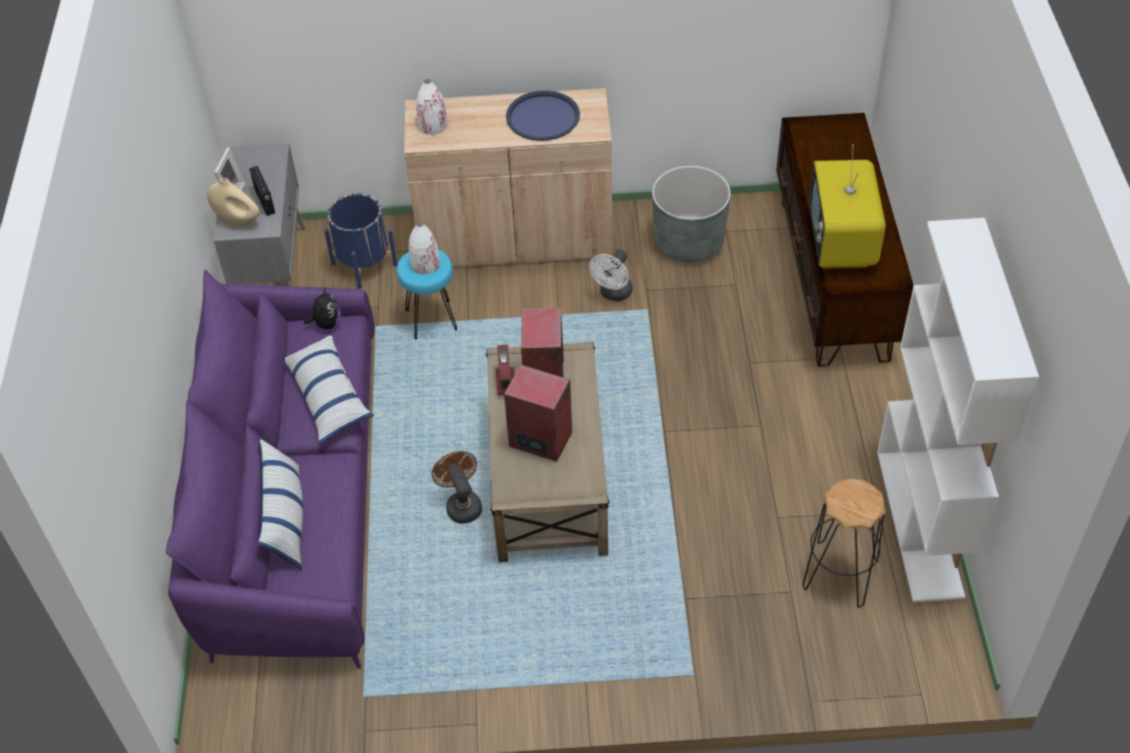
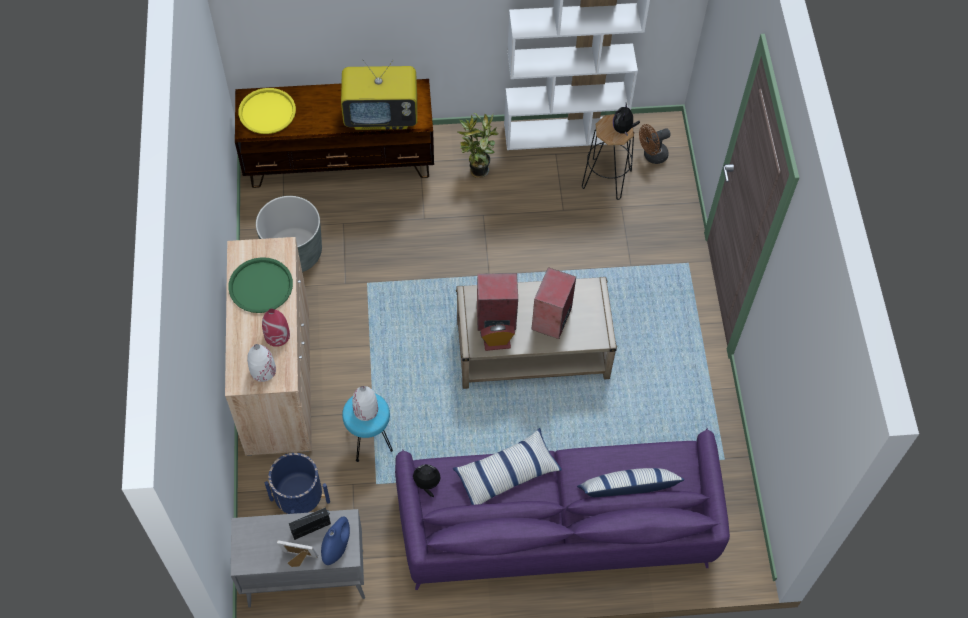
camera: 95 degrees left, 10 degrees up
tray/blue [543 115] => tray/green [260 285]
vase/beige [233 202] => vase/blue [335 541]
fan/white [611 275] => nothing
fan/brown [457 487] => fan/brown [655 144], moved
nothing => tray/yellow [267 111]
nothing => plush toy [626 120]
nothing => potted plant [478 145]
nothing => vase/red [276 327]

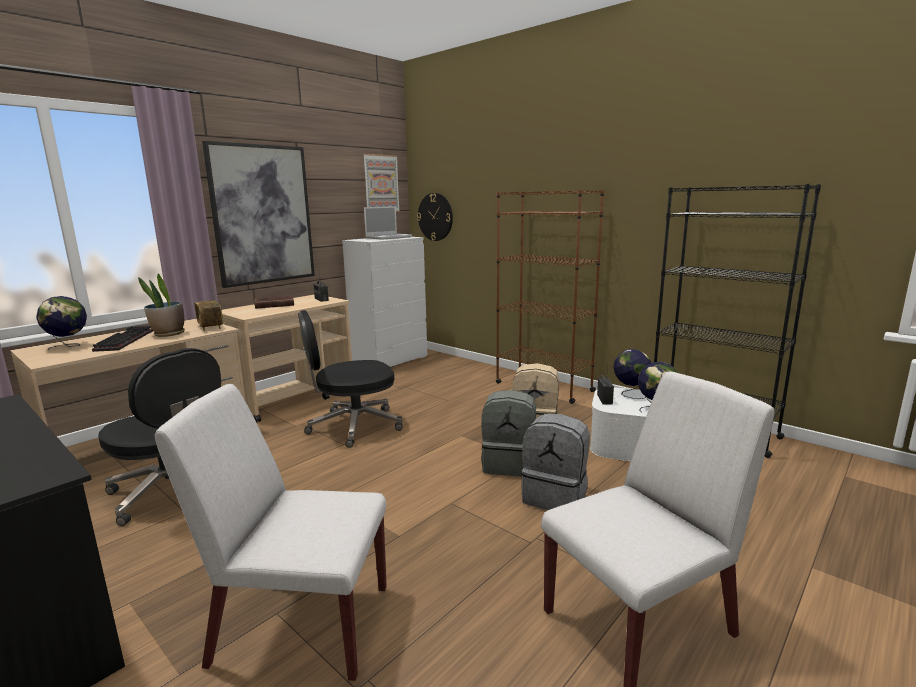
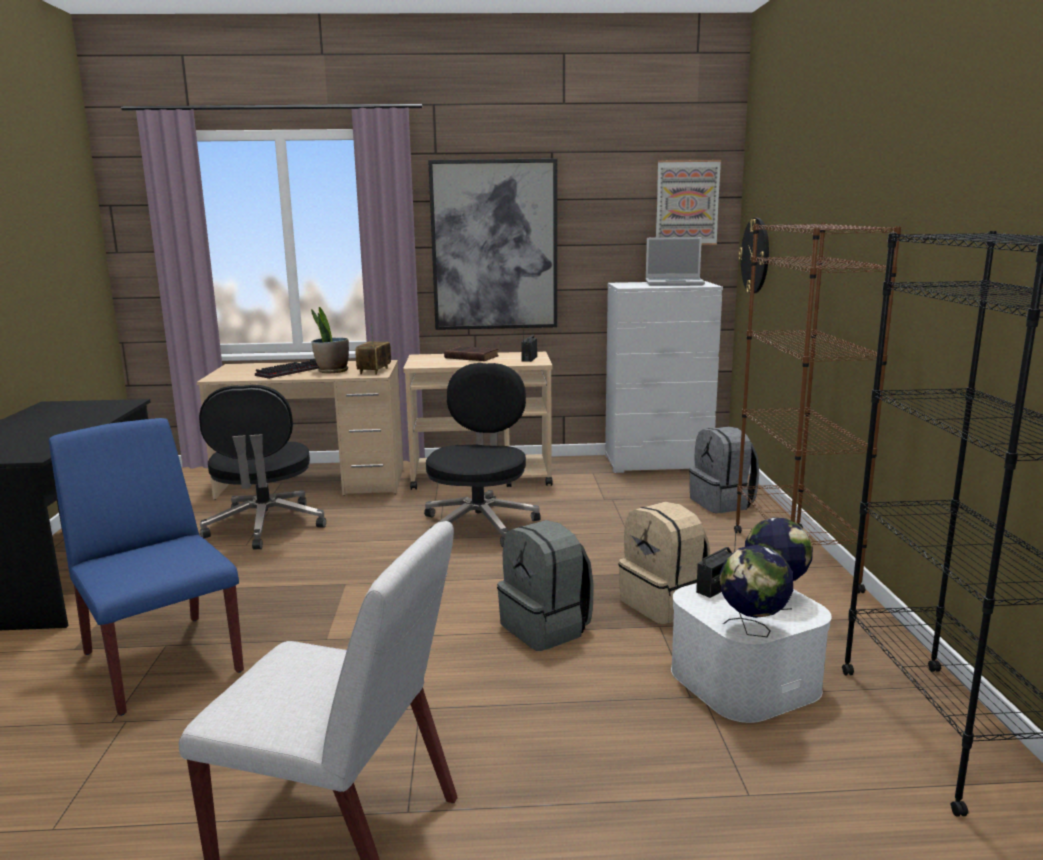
camera: 45 degrees right, 0 degrees up
globe [61 323] => nothing
office chair/black [350 379] => office chair/black [482 455], 75 degrees clockwise
chair/white [271 532] => chair/blue [146 567]
backpack/grey [555 462] => backpack/grey [724 470], moved

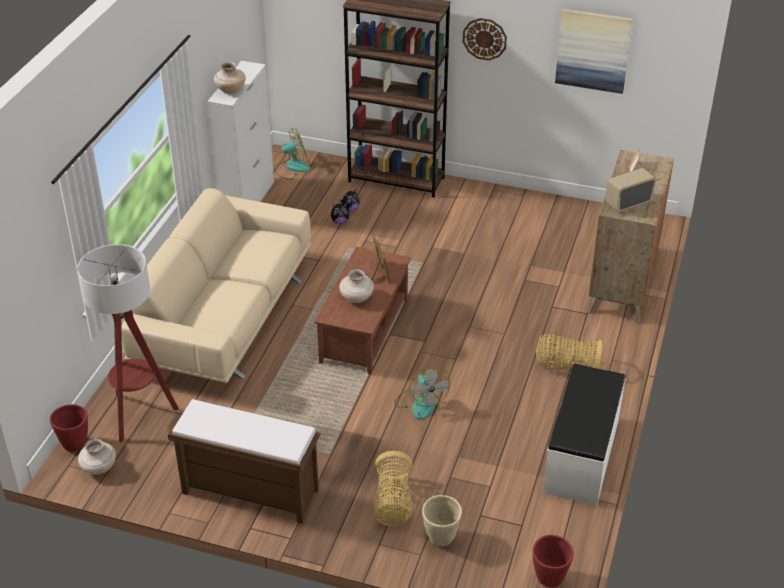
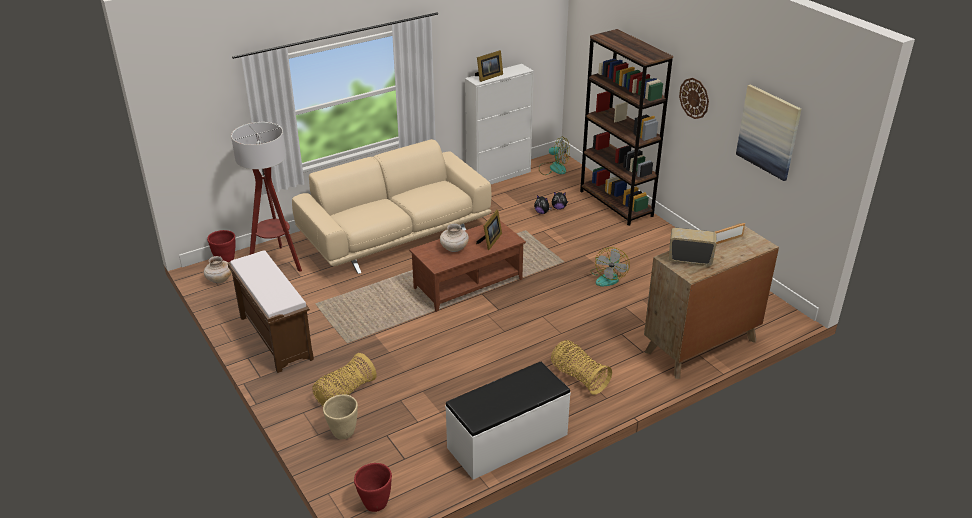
camera: 40 degrees right, 5 degrees down
vase/beige [230 78] => picture frame [489 66]
fan [422 393] => fan [610 266], moved

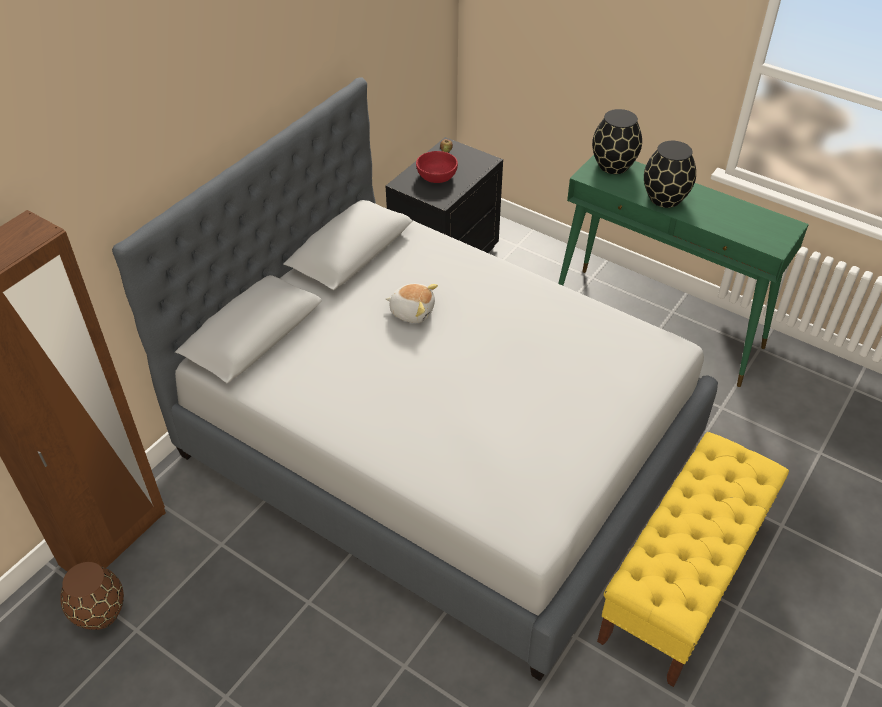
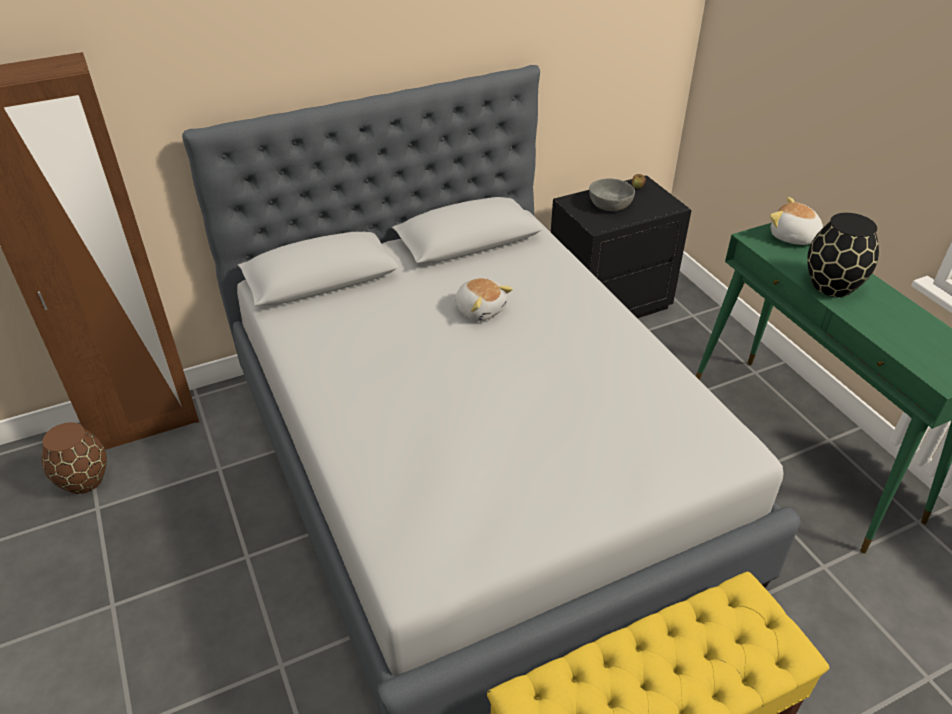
camera: 30 degrees right, 5 degrees down
vase/black [617 141] => plush toy [796 221]
bowl/red [437 167] => bowl/grey [612 194]

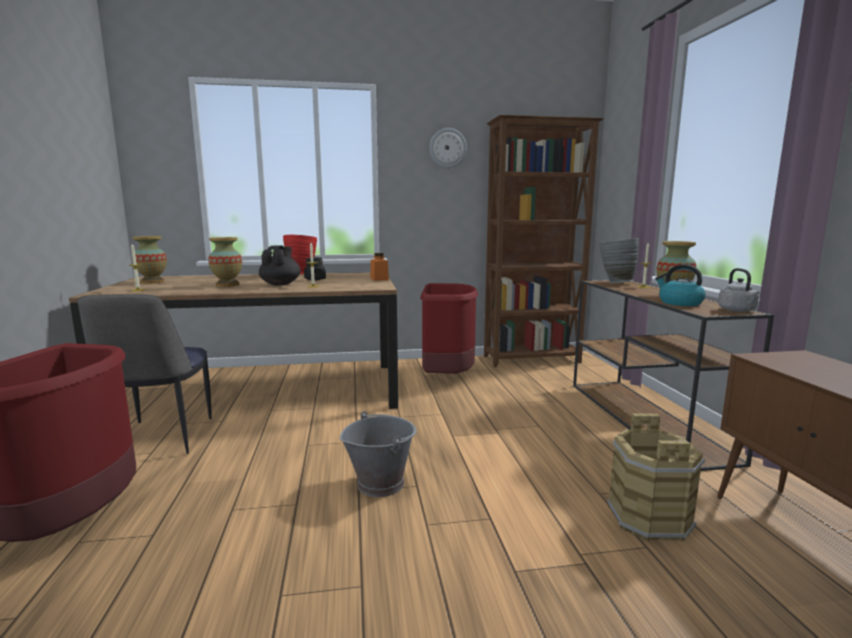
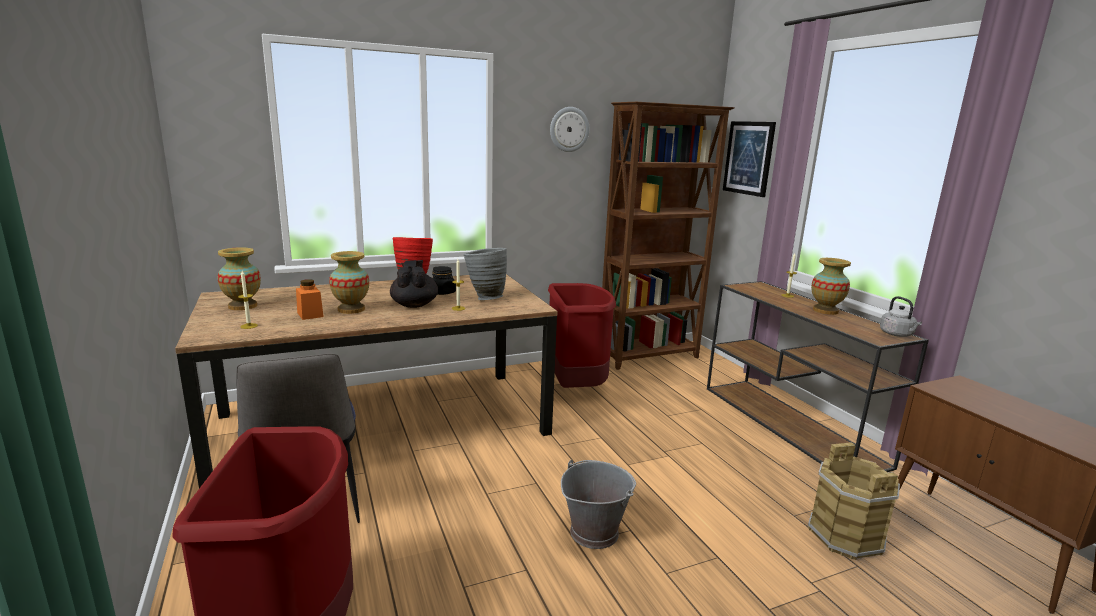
camera: 15 degrees left, 5 degrees up
vase/grey [619 260] => vase/grey [485 274], moved
jar/orange [379 267] => jar/orange [310 299], moved
kettle [680 285] => nothing
nothing => picture [749 159]

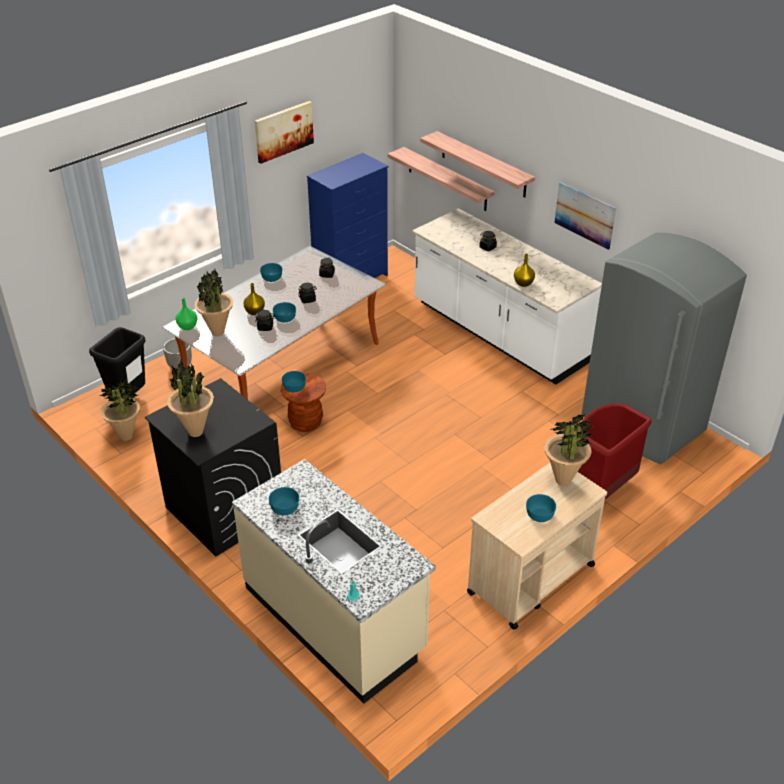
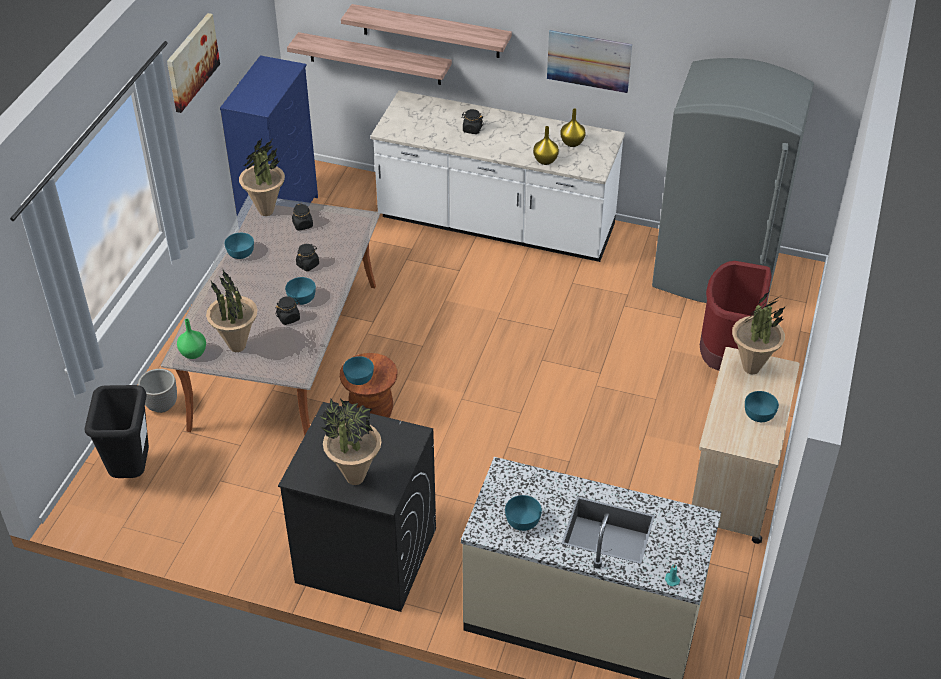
camera: 30 degrees left, 5 degrees up
vase/yellow [254 299] => vase/yellow [573 127], moved
potted plant [120 409] => potted plant [262 177], moved

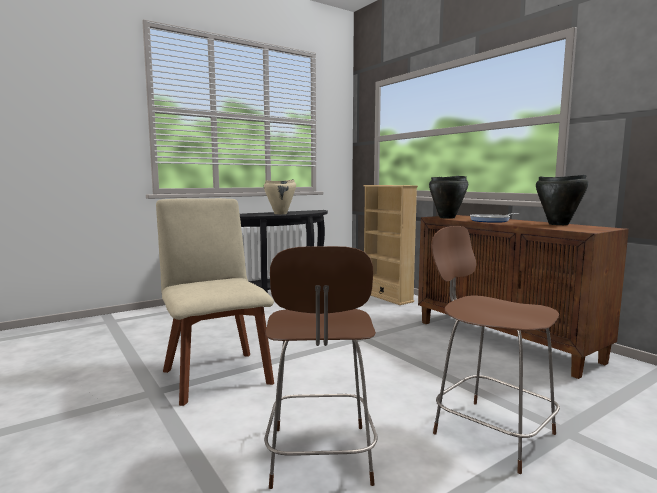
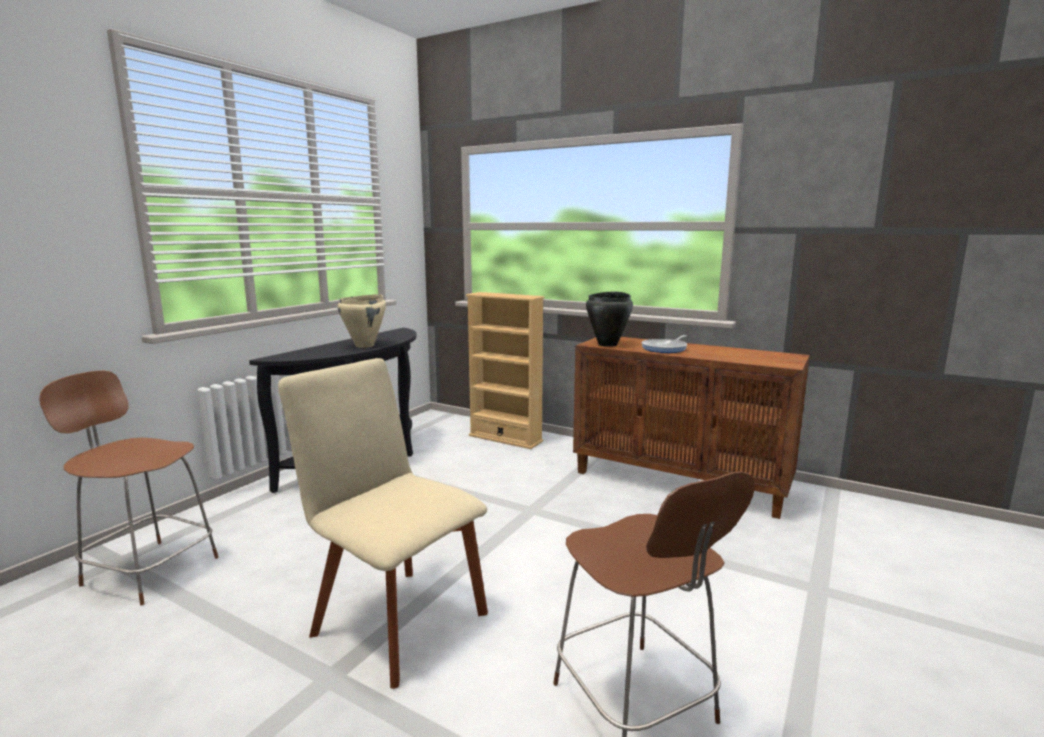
camera: 25 degrees left, 5 degrees up
cooking pot/black [562 200] => nothing
chair/brown [495 350] => chair/brown [129 488], moved

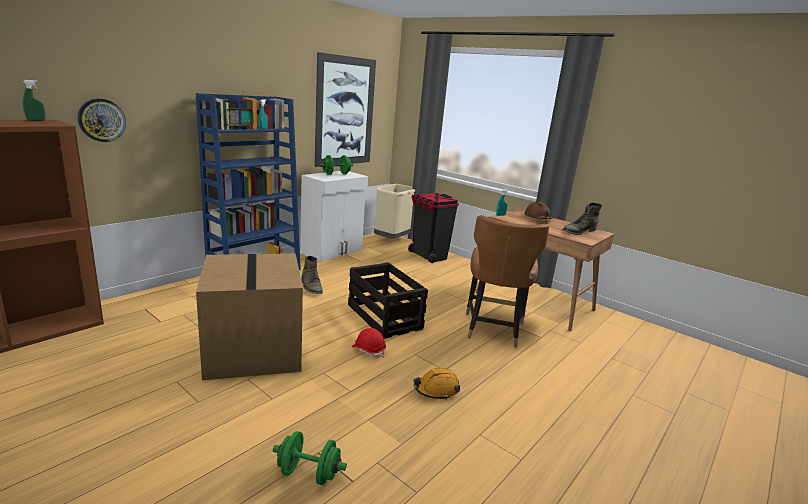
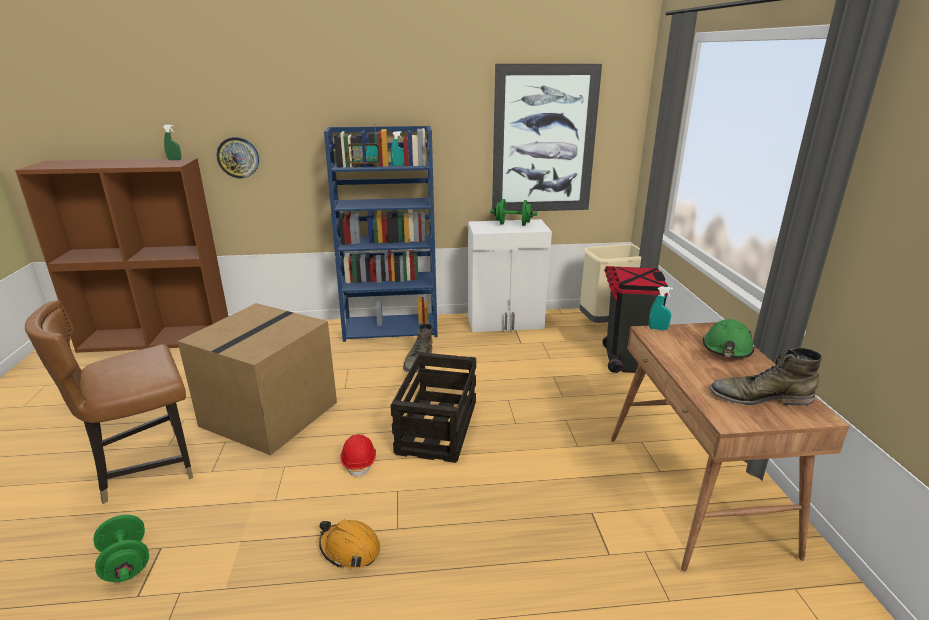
camera: 45 degrees right, 5 degrees up
hard hat/brown [538 210] => hard hat/green [729 338]
chair/brown [507 281] => chair/brown [109 402], moved

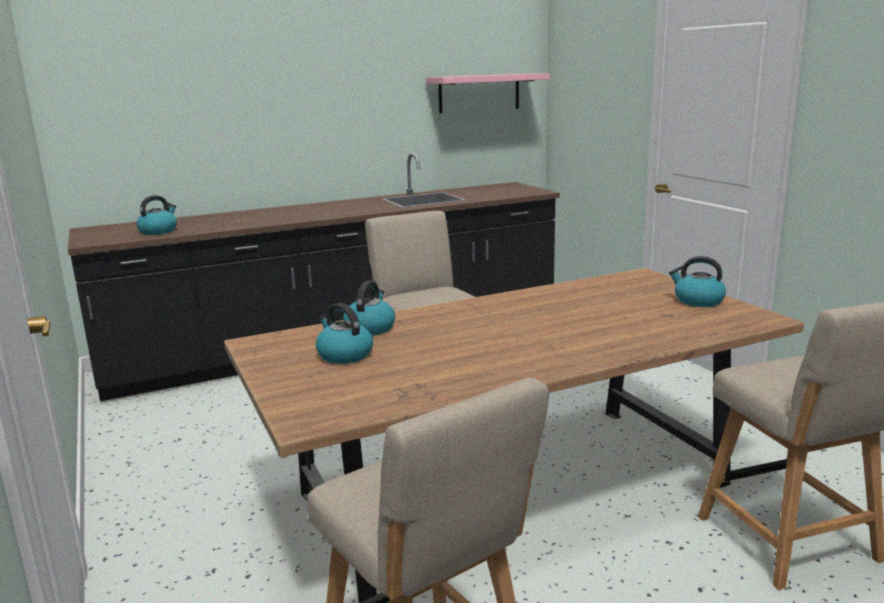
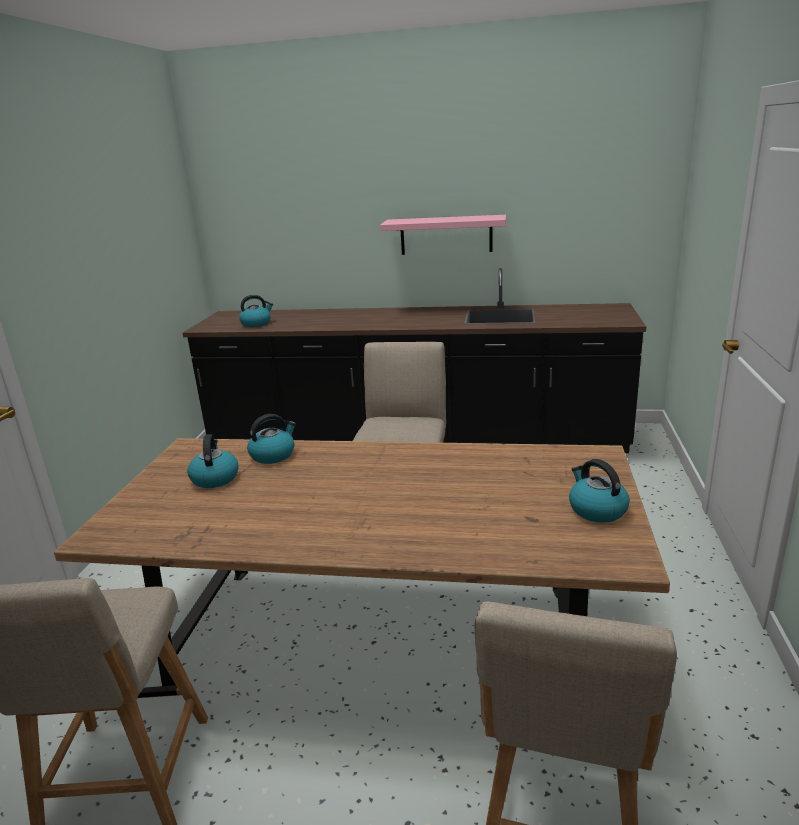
camera: 35 degrees right, 5 degrees up
shelf/pink [488 93] => shelf/pink [443 235], moved

